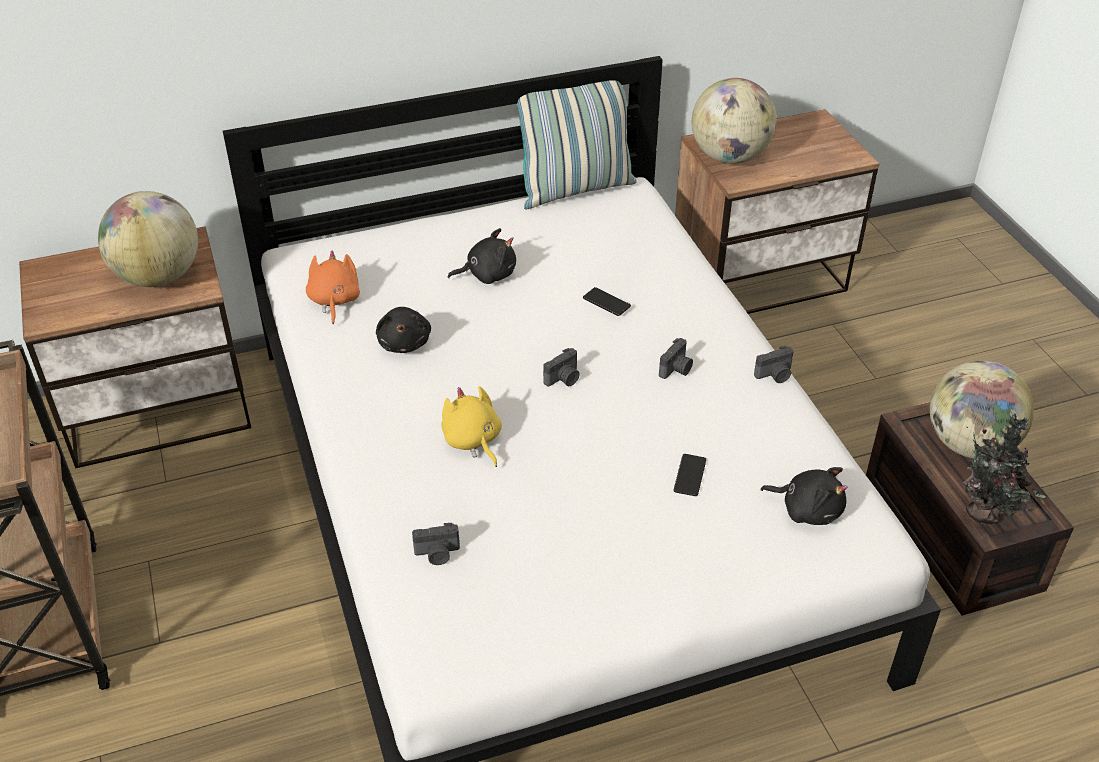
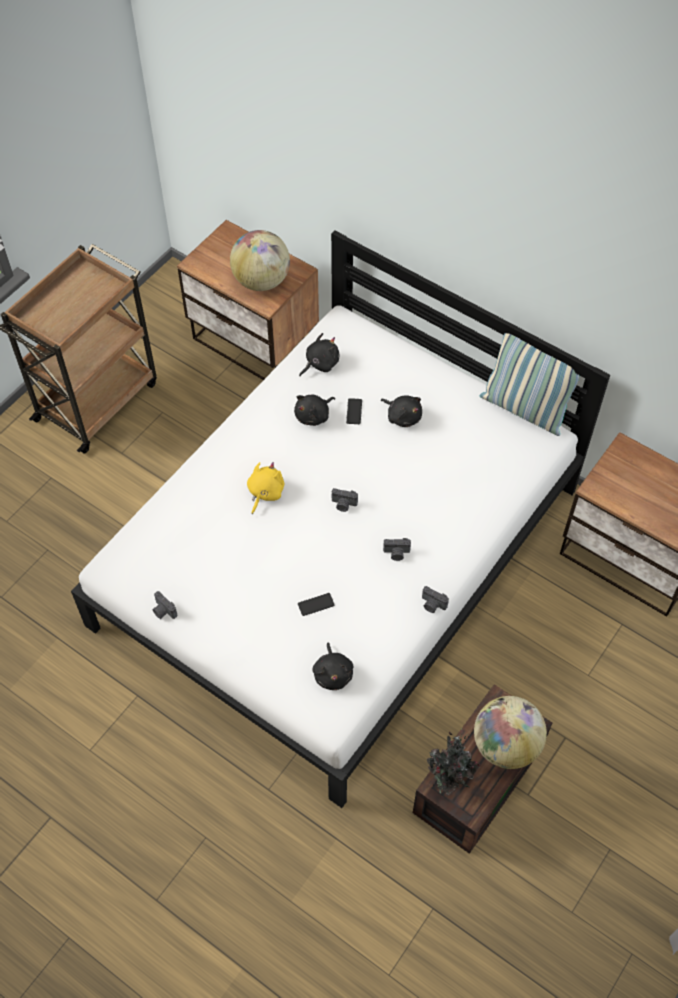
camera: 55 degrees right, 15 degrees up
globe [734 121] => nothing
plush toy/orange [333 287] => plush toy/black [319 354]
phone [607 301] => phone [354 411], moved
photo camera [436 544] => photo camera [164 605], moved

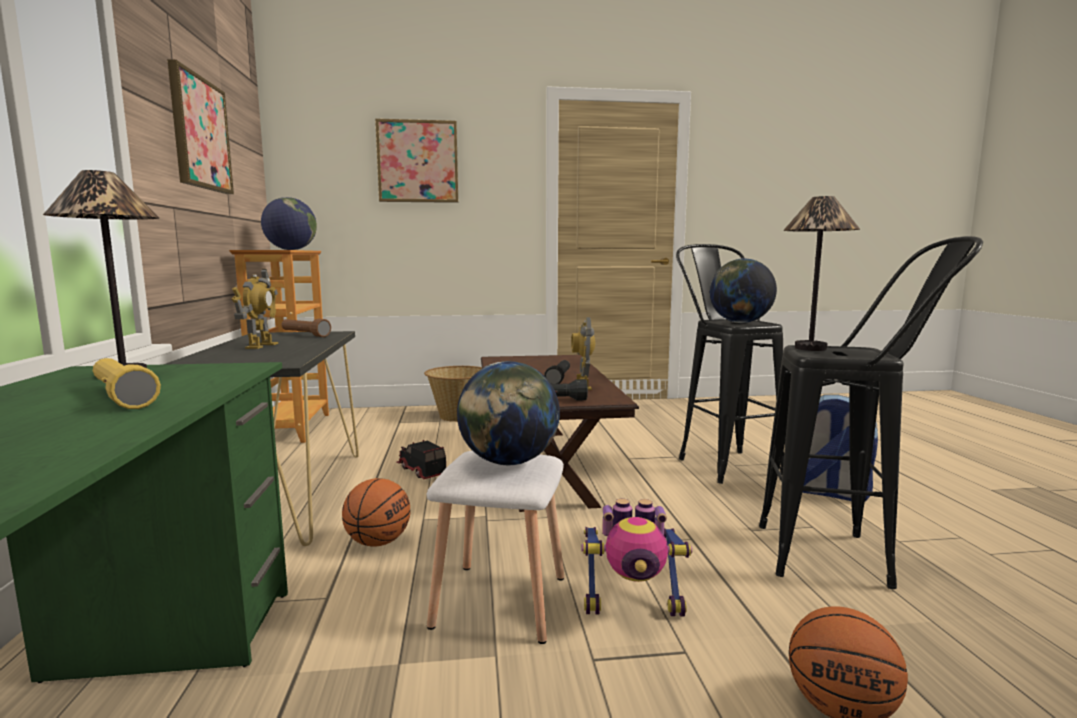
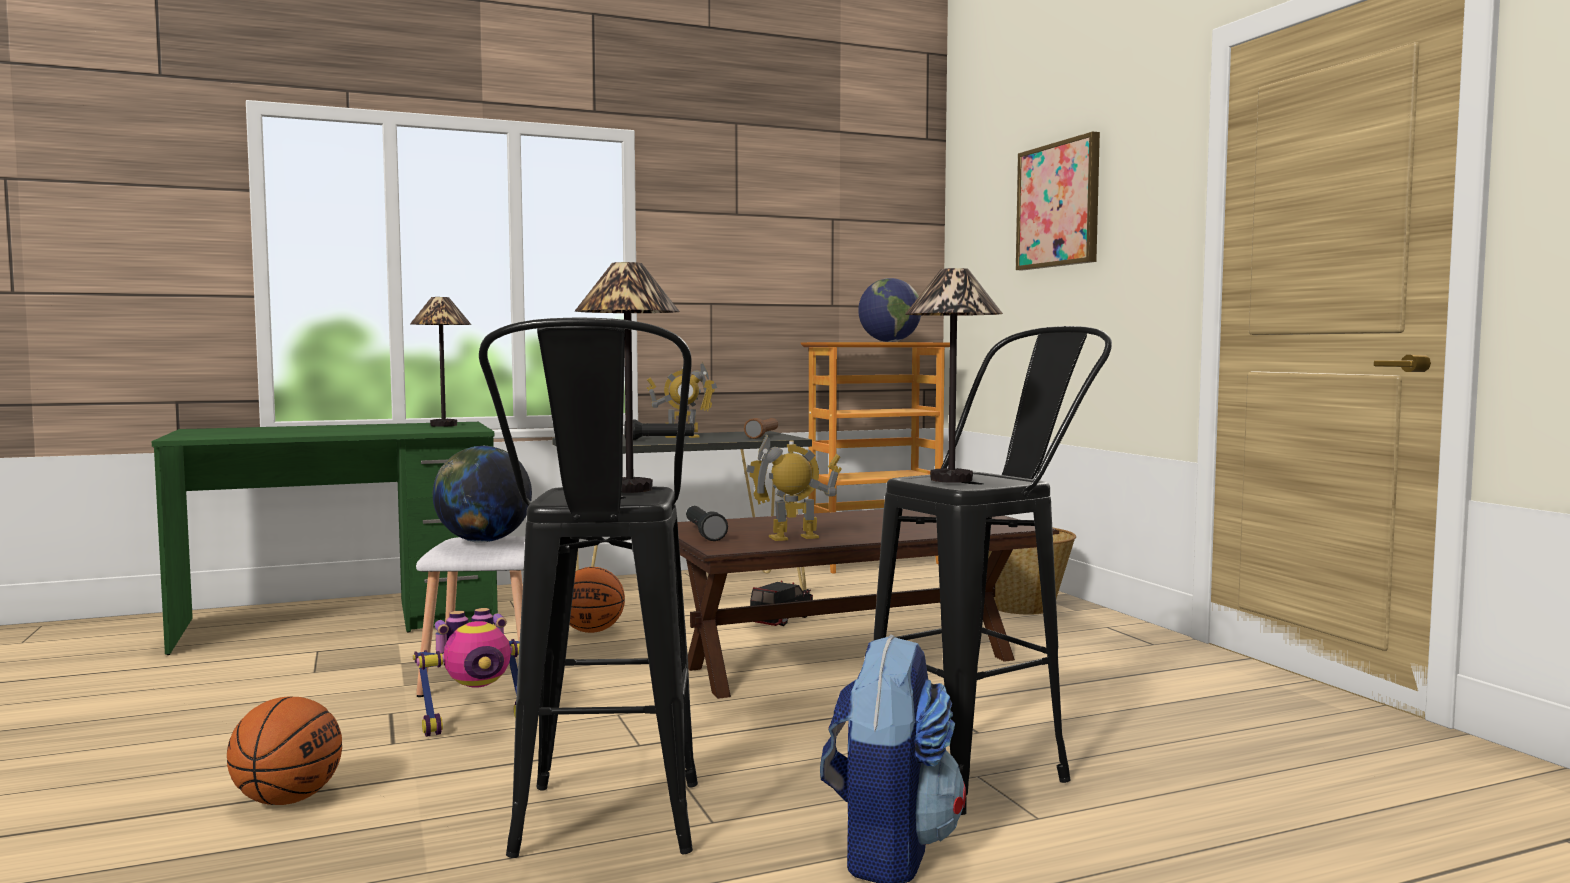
camera: 75 degrees right, 5 degrees down
picture [200 126] => nothing
globe [743 290] => table lamp [954 375]
flashlight/yellow [127 383] => nothing
flashlight/black [557 372] => flashlight/black [659 429], moved
toy robot [636 557] => toy robot [466 672], 105 degrees counterclockwise

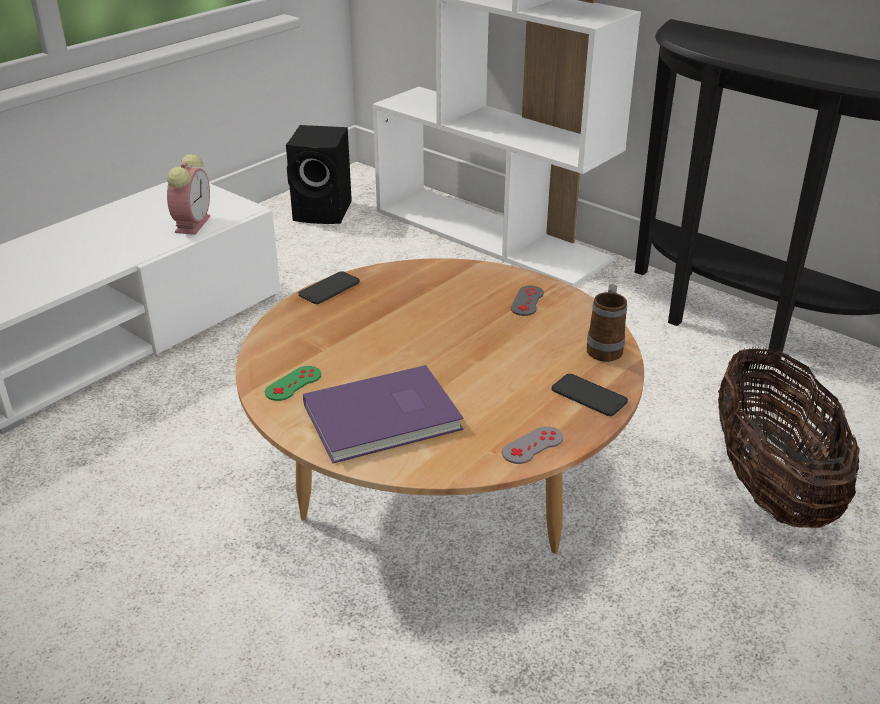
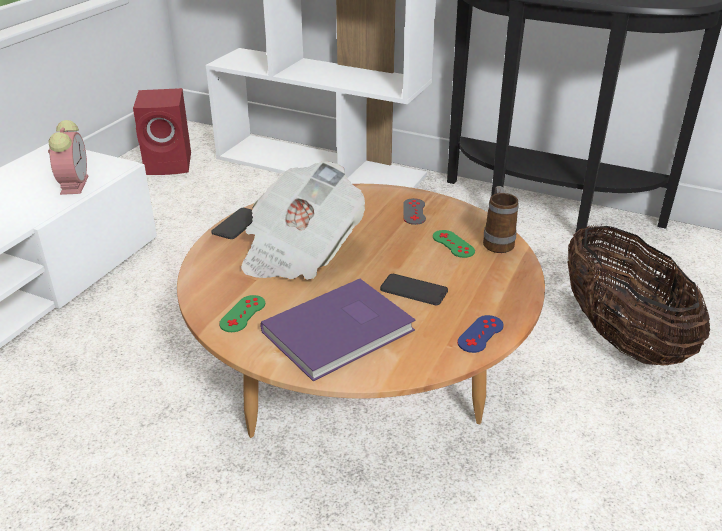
camera: 15 degrees left, 0 degrees up
speaker/black [319 174] => speaker/red [162 131]
phone [590 395] => phone [414 289], moved
game controller/grey [532 445] => game controller/blue [480 334]
nothing => newspaper [303 220]
nothing => game controller/green [454 244]

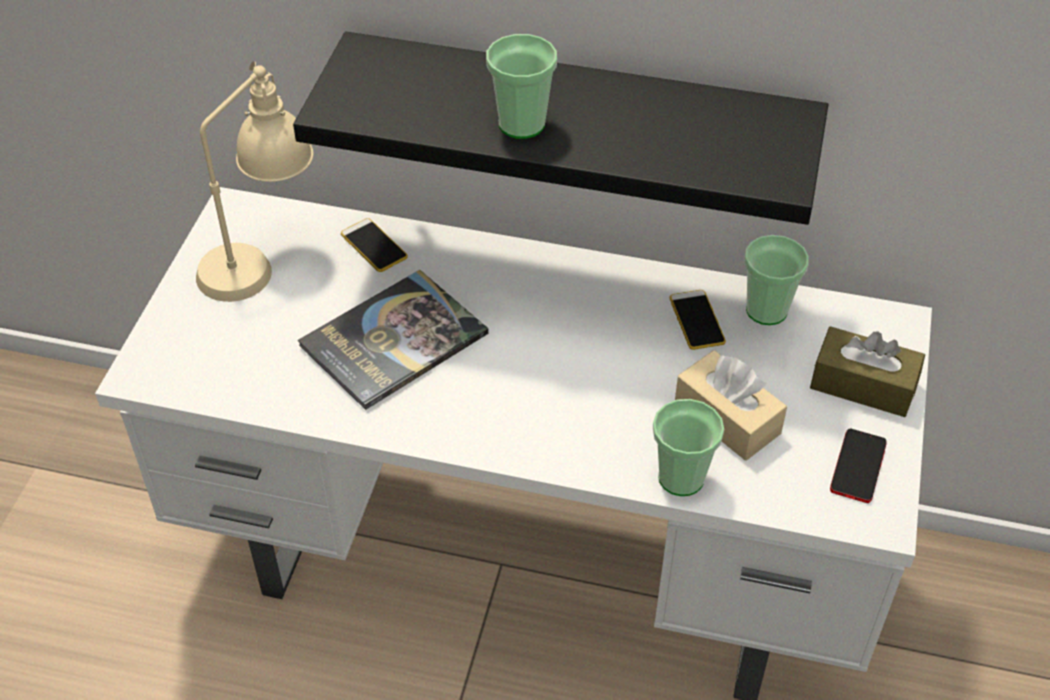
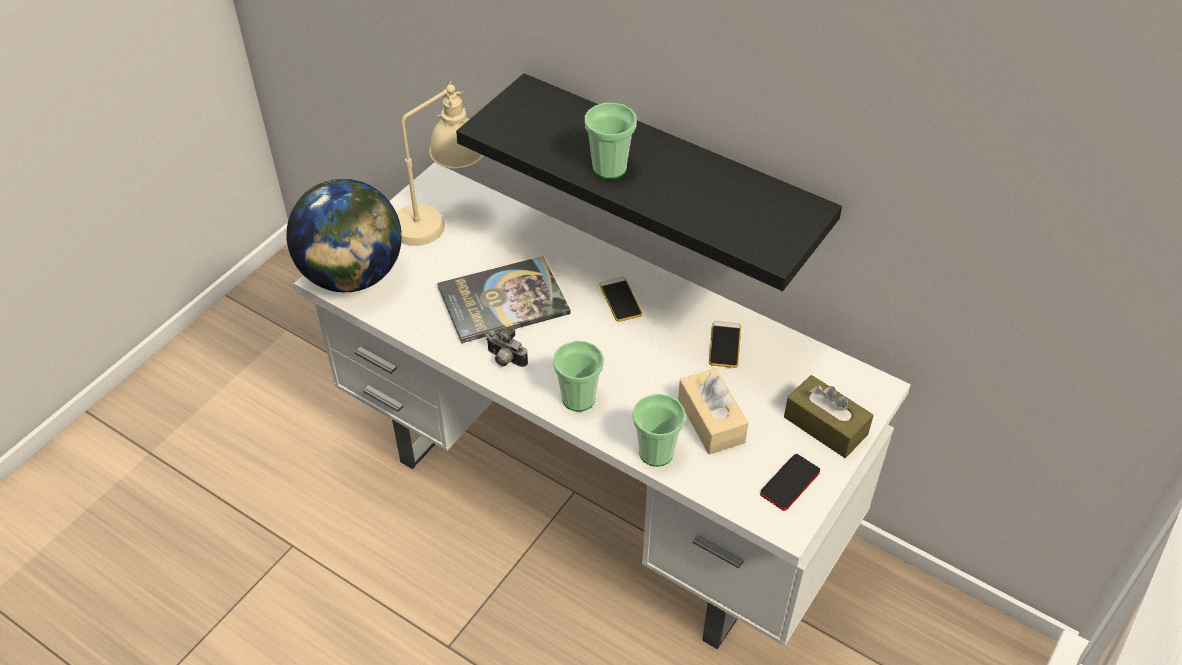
camera: 20 degrees right, 0 degrees up
phone [374 245] => phone [620 299], moved
cup [776 280] => cup [578 376], moved
nothing => globe [344 235]
nothing => photo camera [507 347]

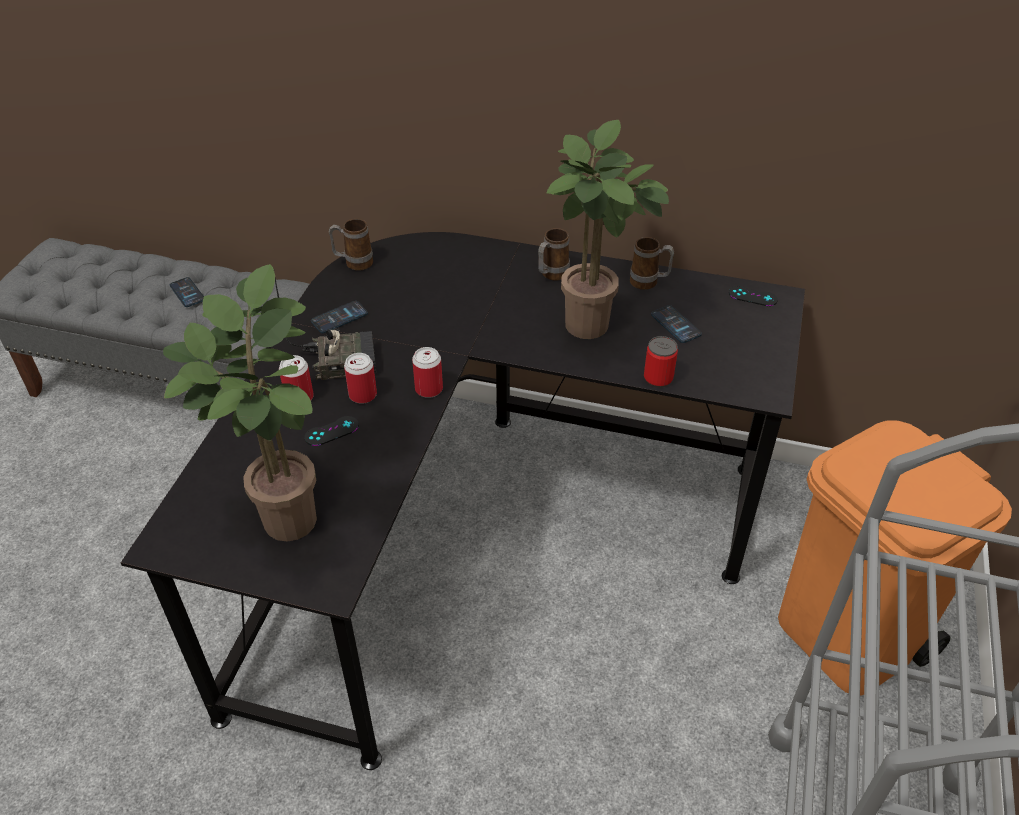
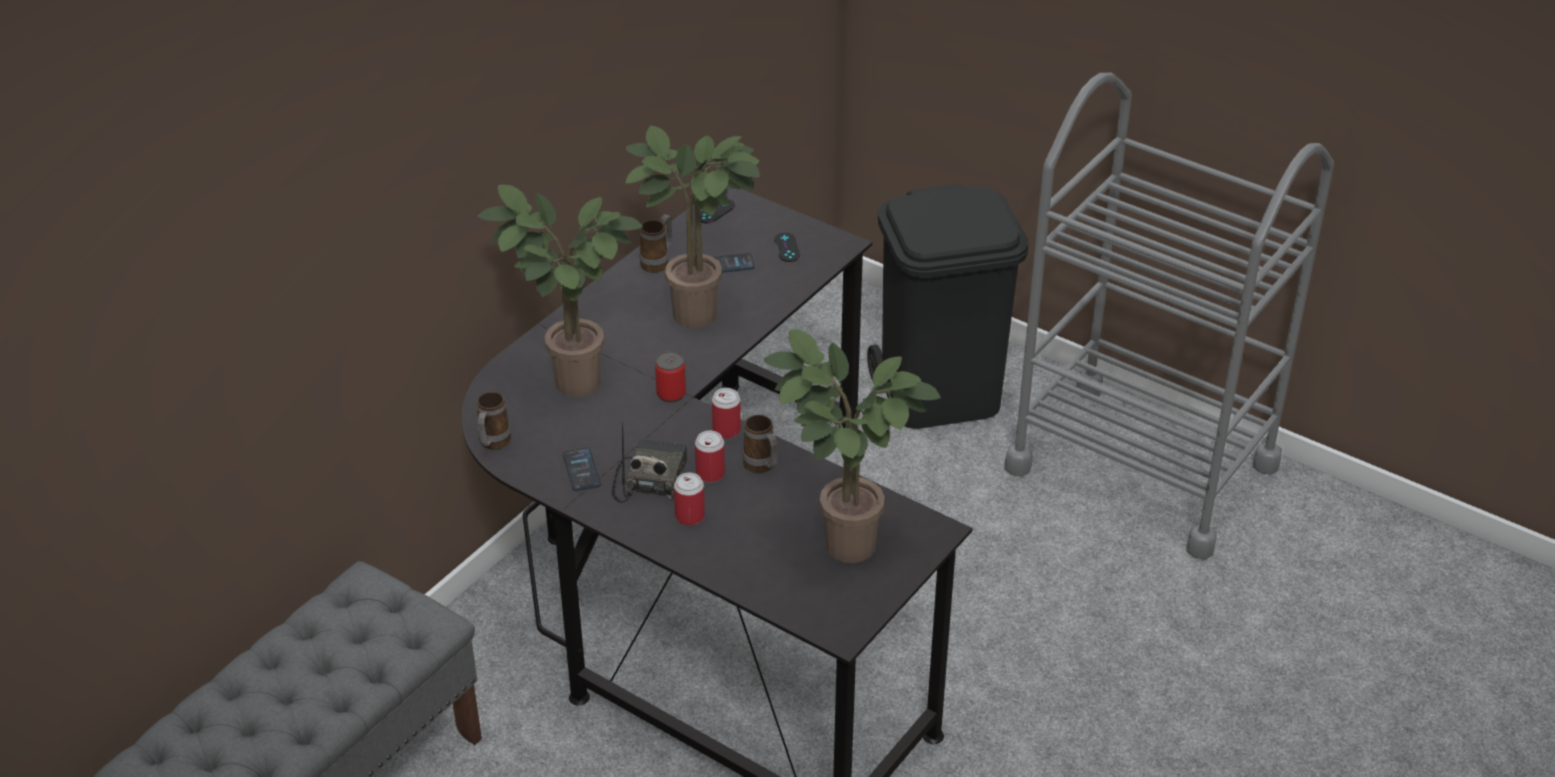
camera: 70 degrees left, 5 degrees down
mug [554 254] => mug [760 444], moved
phone [187 292] => nothing
can [661 362] => can [670 377], moved
game controller/black [332 431] => game controller/black [787 247], moved
trash can/orange [895 557] => trash can/black [947 306]
nothing => potted plant [560 291]

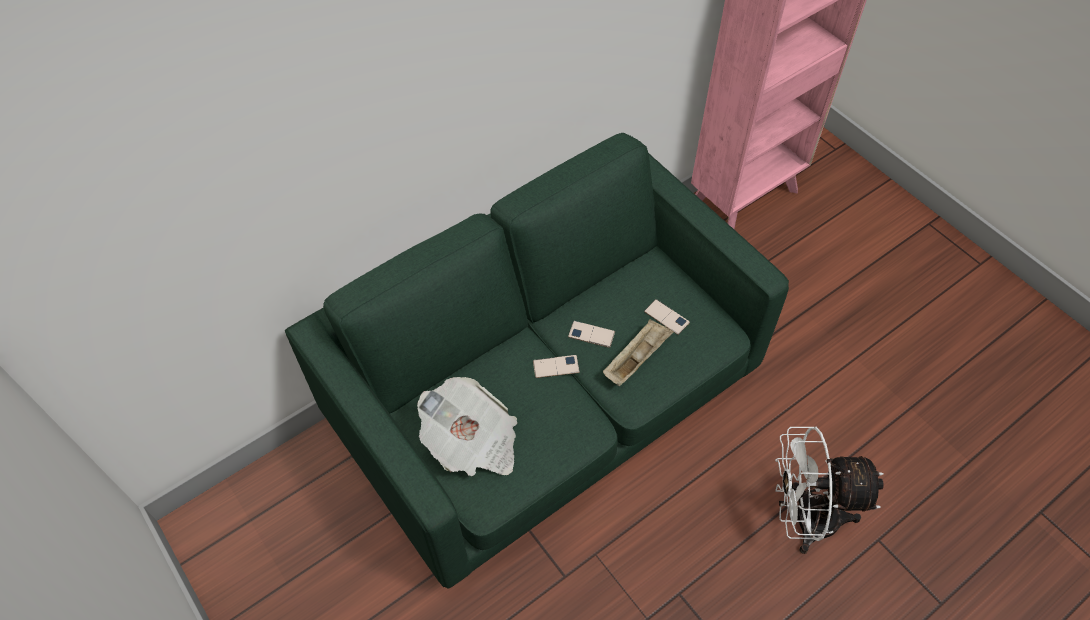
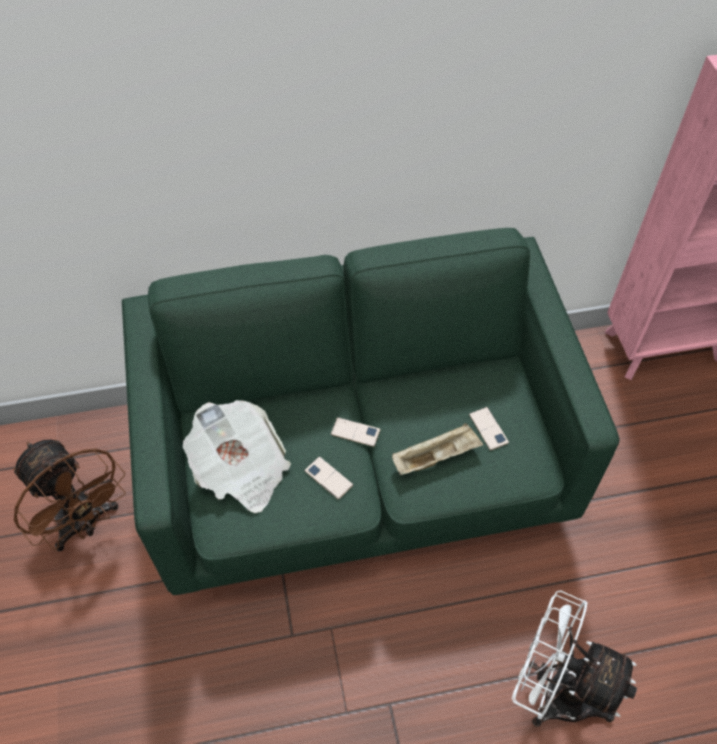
camera: 25 degrees right, 0 degrees up
phone [591 334] => phone [328 478], moved
nothing => fan/brown [69 495]

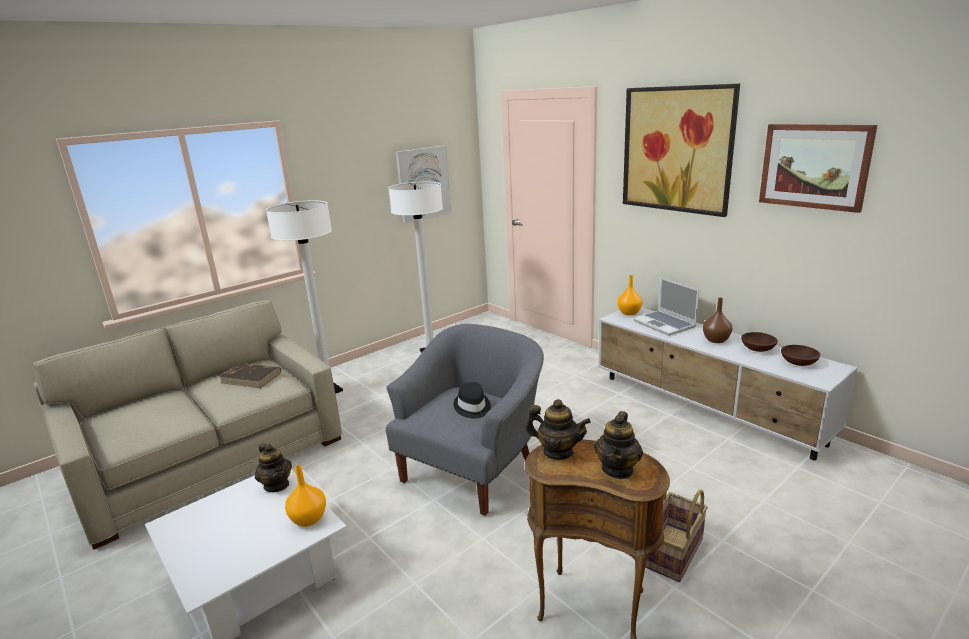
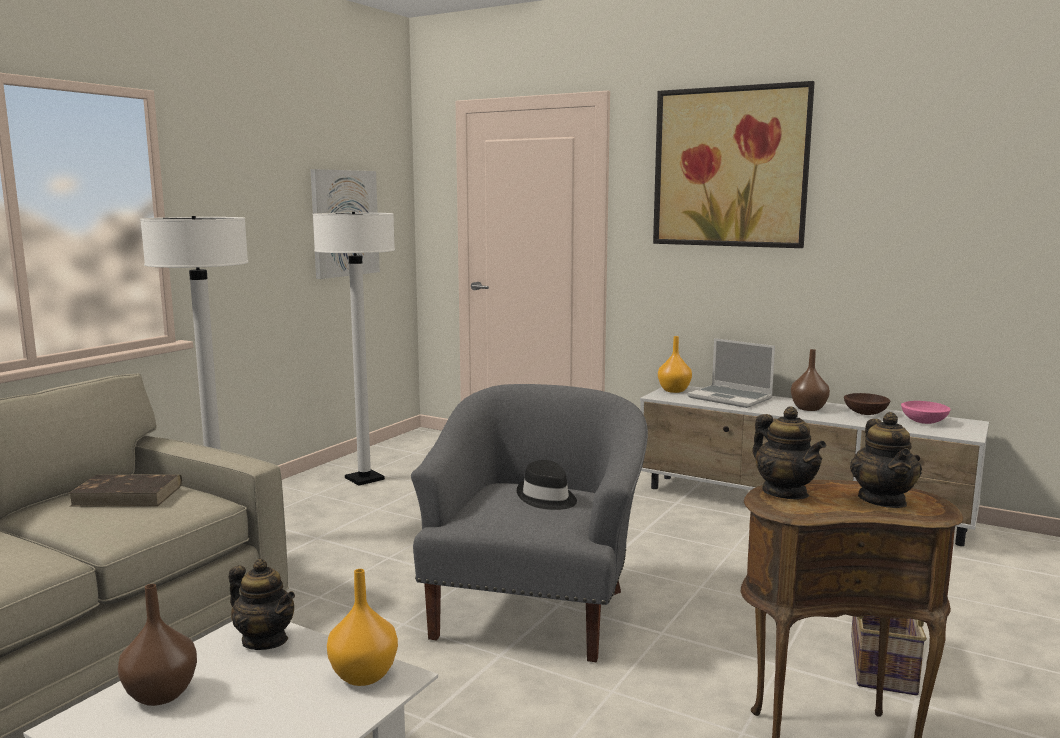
camera: 20 degrees left, 10 degrees down
picture [818 168] => nothing
bowl/brown [801 355] => bowl/pink [926 412]
teapot [558 429] => teapot [789 453], 60 degrees clockwise
nothing => vase/brown [157 645]

